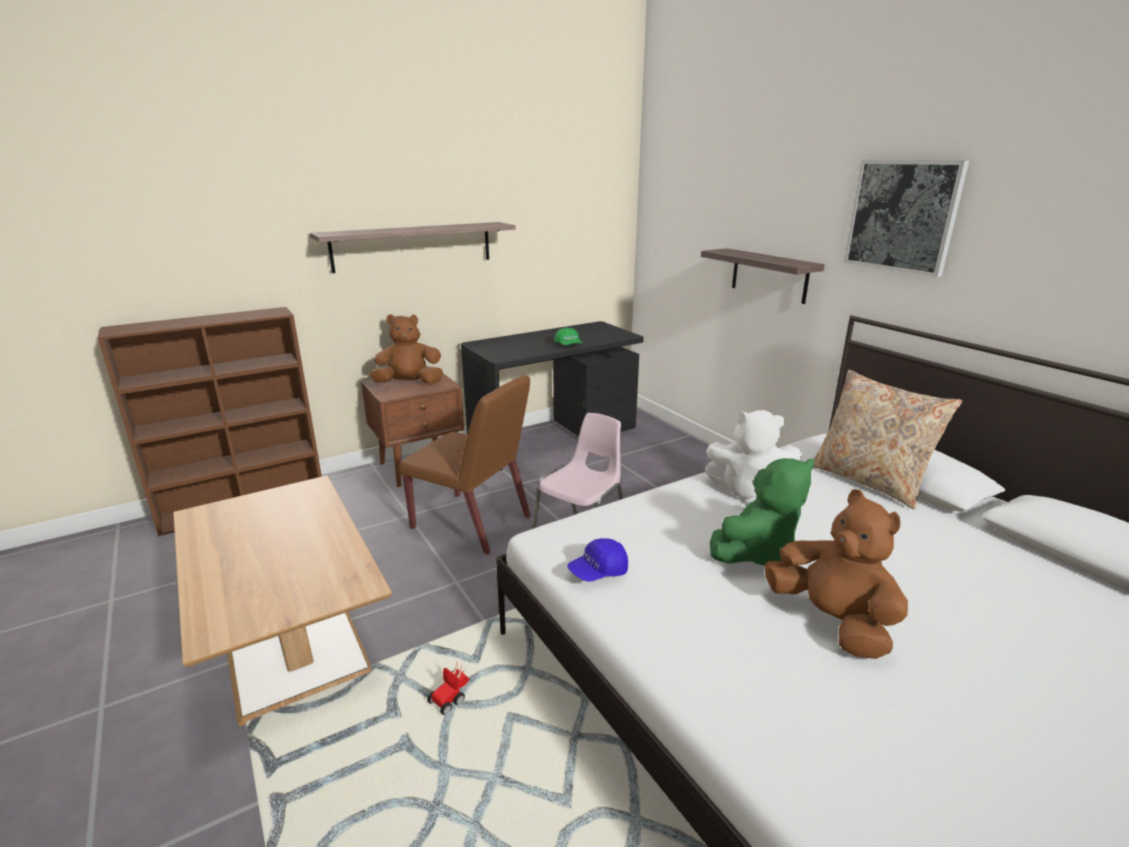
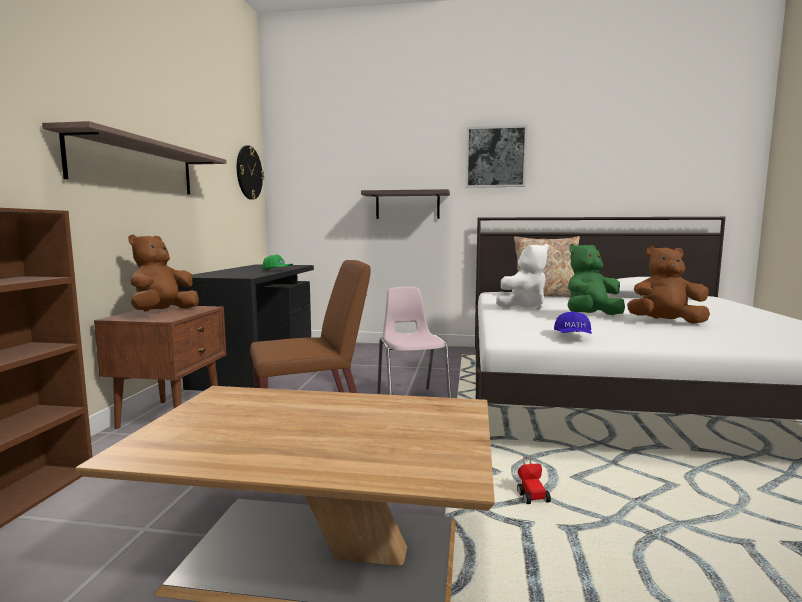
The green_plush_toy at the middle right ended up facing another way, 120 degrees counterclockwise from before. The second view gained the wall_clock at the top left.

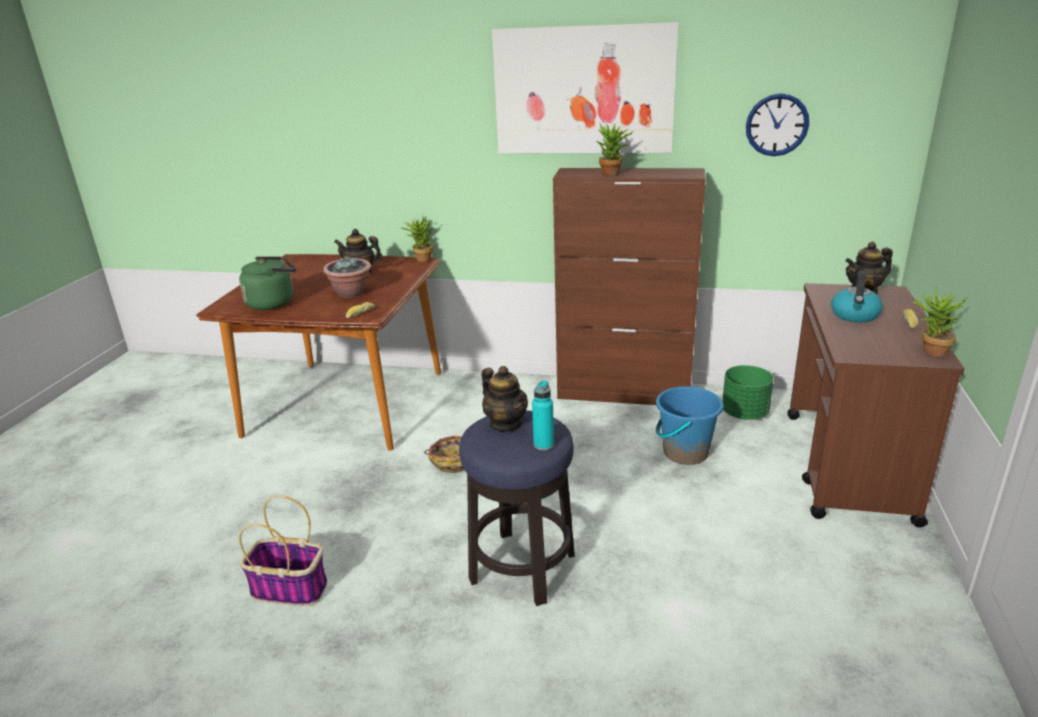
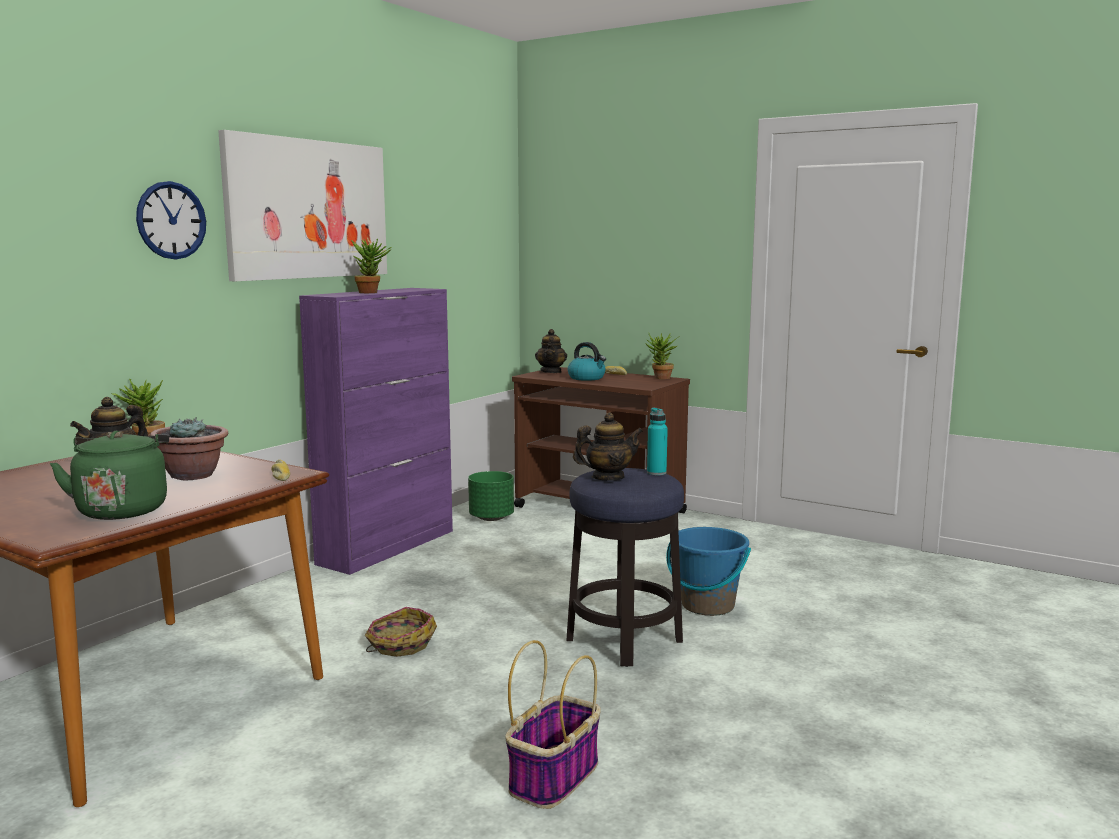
The wall_clock ended up elsewhere, having gone from the top right to the top left. What was the brown_cabinet at the centre turned into the purple_cabinet at the centre. The blue_bucket ended up elsewhere, having gone from the centre to the bottom centre.

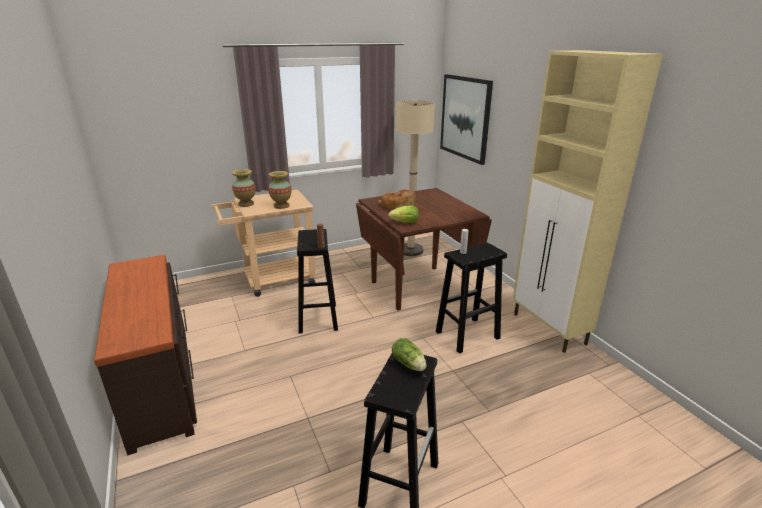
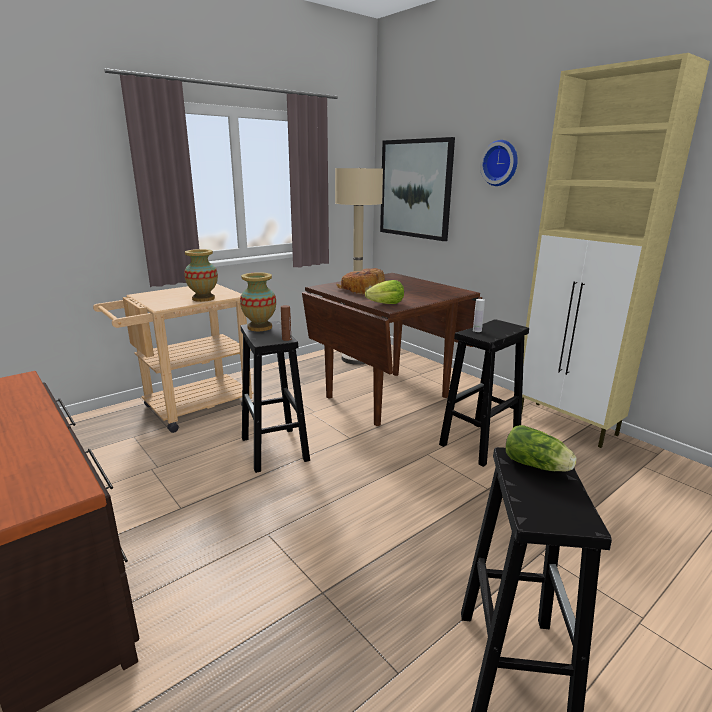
The vase (1st from left in the first image) ended up elsewhere, having gone from the middle left to the centre. The second view gained the wall_clock at the top right.

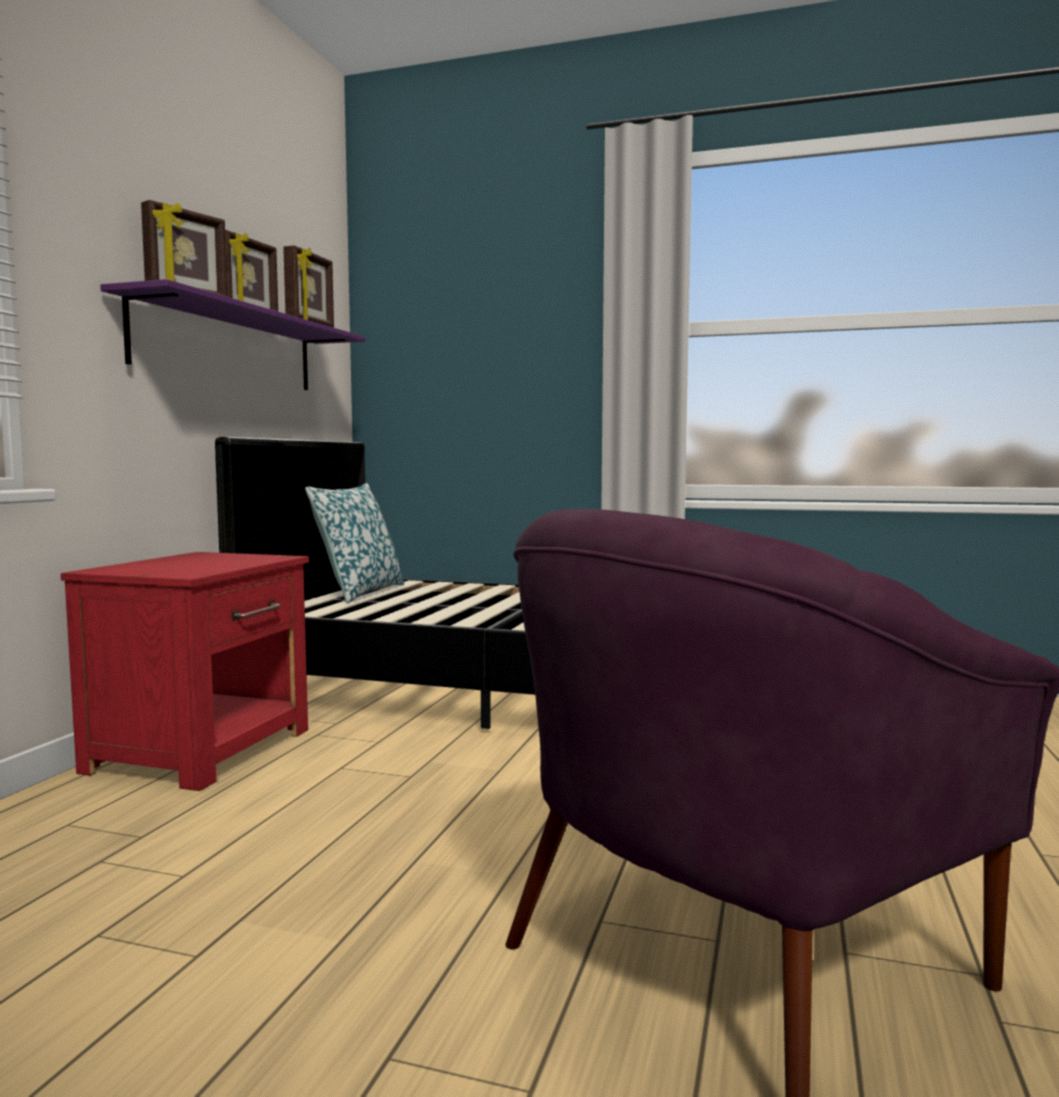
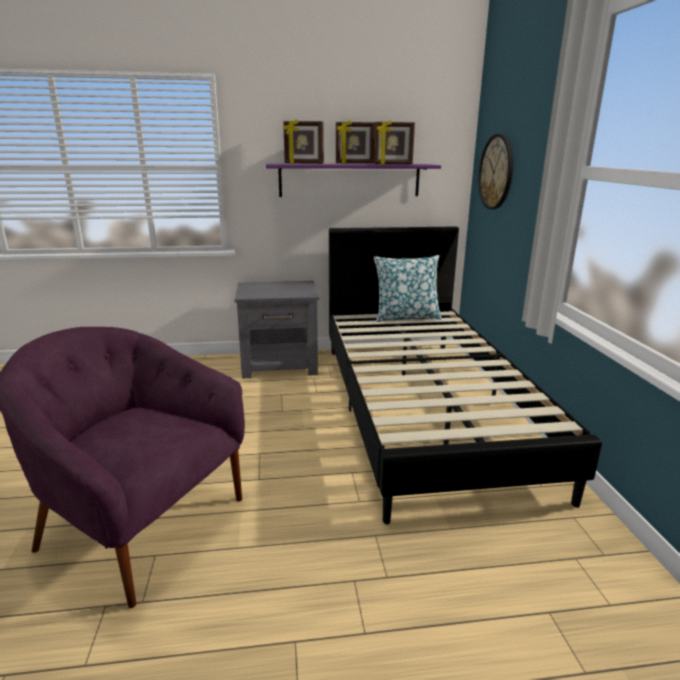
What was the red_nightstand at the middle left turned into the grey_nightstand at the centre. The second view gained the wall_clock at the top right.

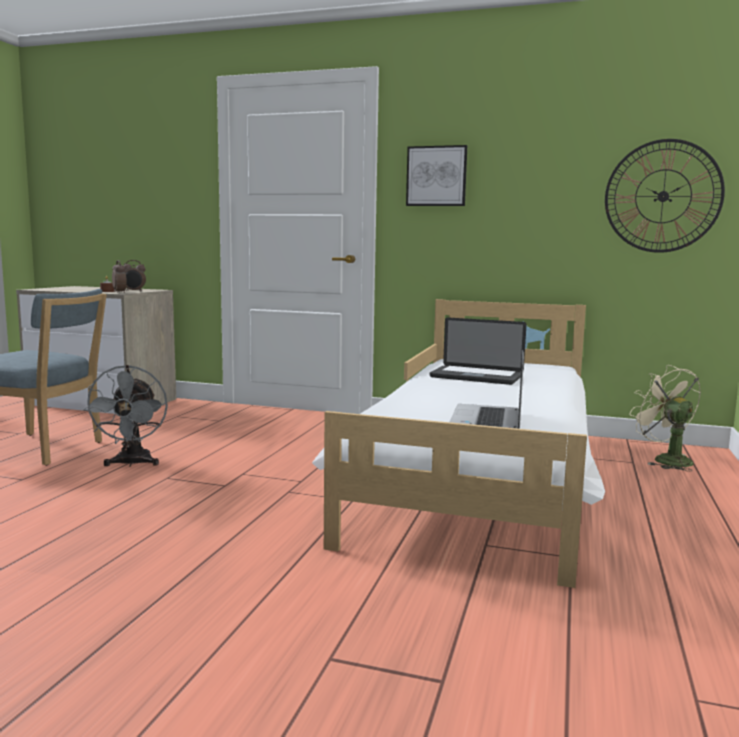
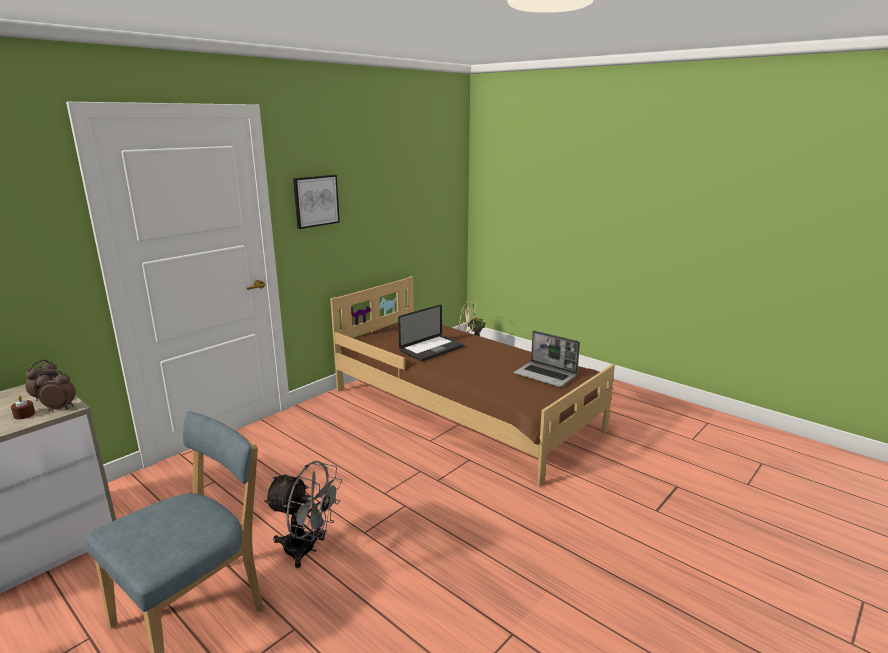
The second view lost the wall_clock at the top right. What was the white_bed at the centre turned into the brown_bed at the centre.

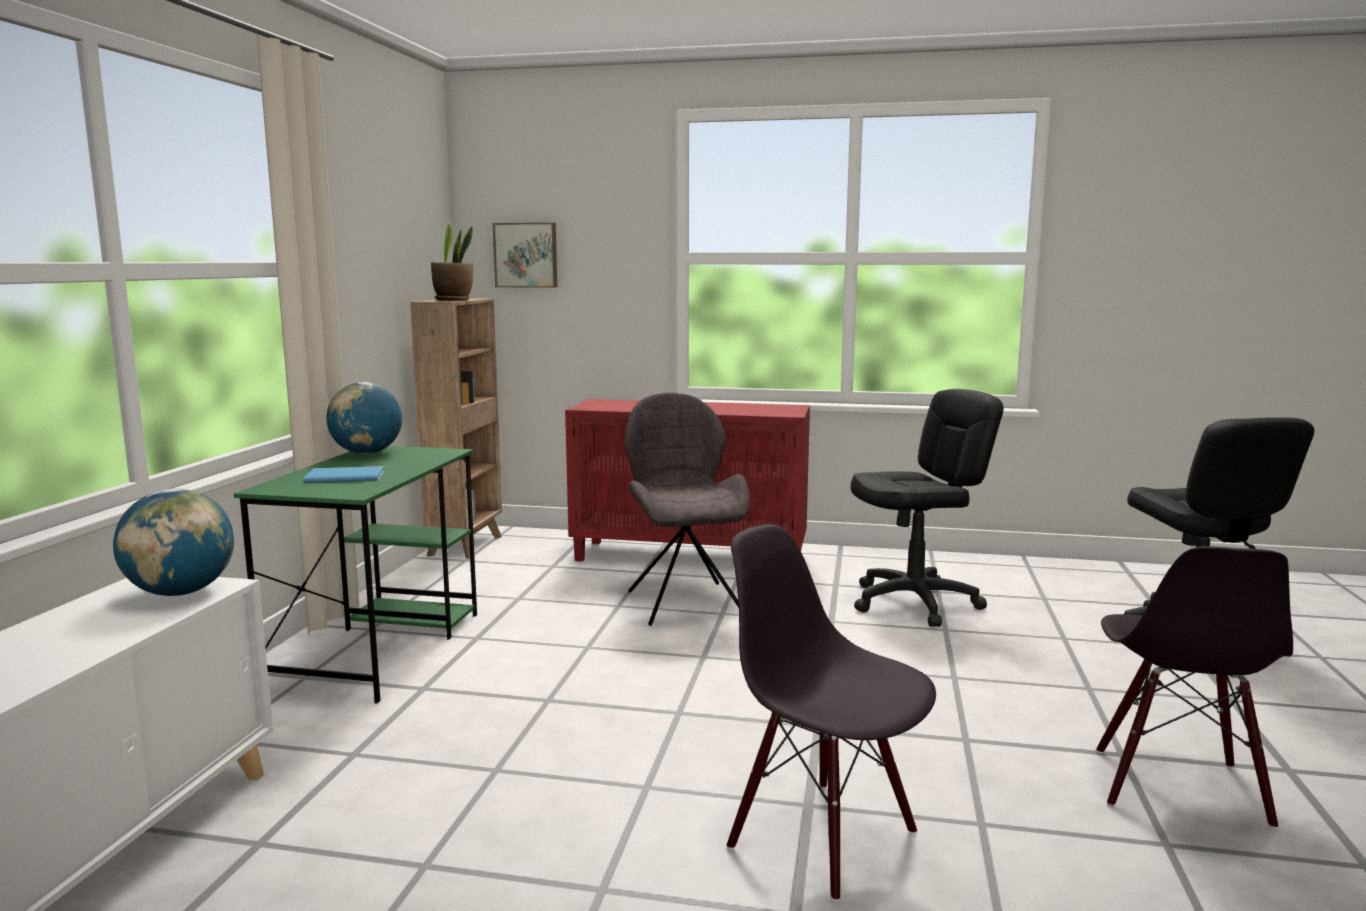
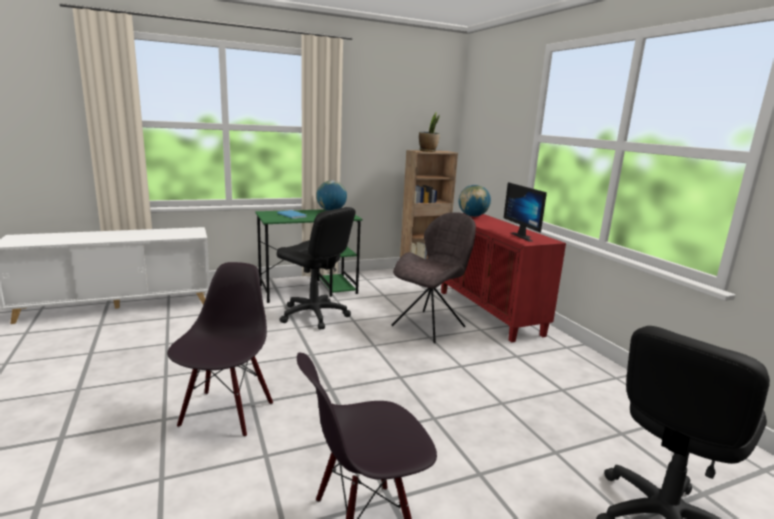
The second view lost the picture at the top centre. The black_office_chair (1st from left) ended up elsewhere, having gone from the middle right to the centre. The globe (1st from left in the first image) ended up elsewhere, having gone from the middle left to the centre. The second view gained the monitor at the middle right.

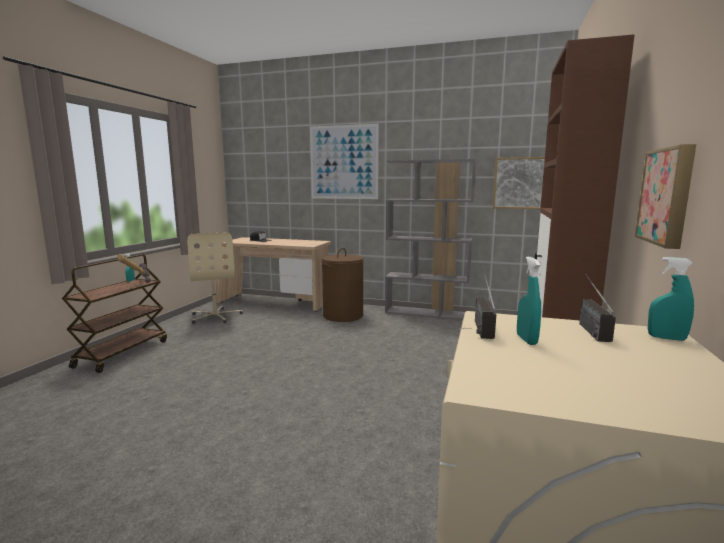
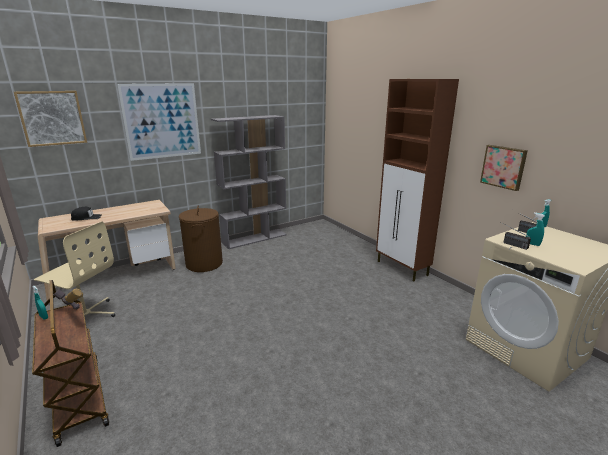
The picture (2nd from left in the first image) ended up elsewhere, having gone from the middle right to the top left.

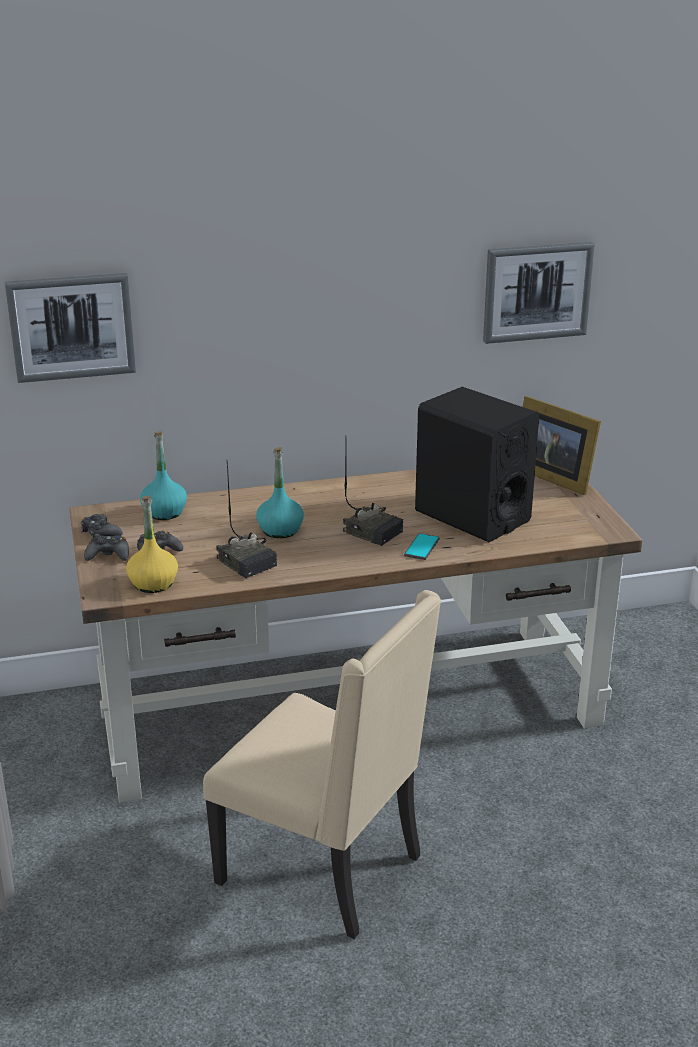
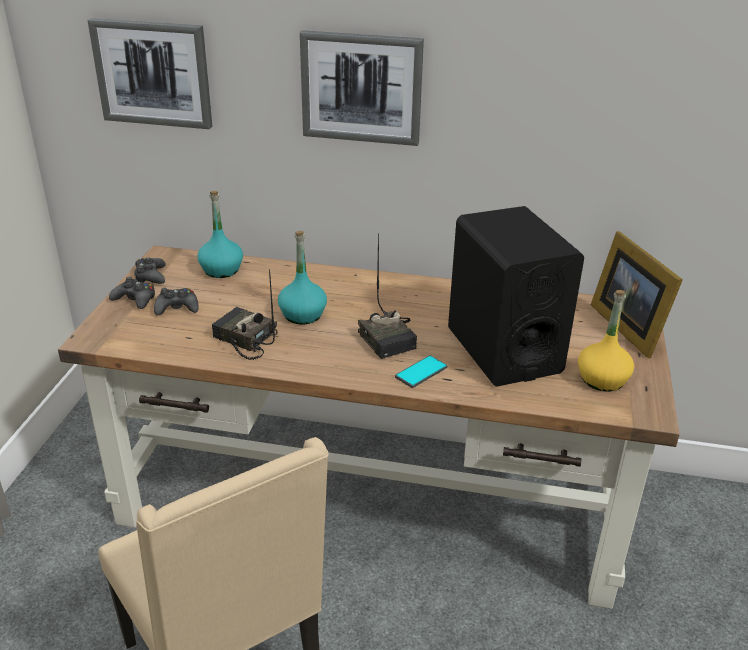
The picture (2nd from left) ended up elsewhere, having gone from the top right to the top centre. The radio (1st from left) at the centre ended up facing another way, 135 degrees clockwise from before. The yellow_bottle ended up elsewhere, having gone from the middle left to the middle right.

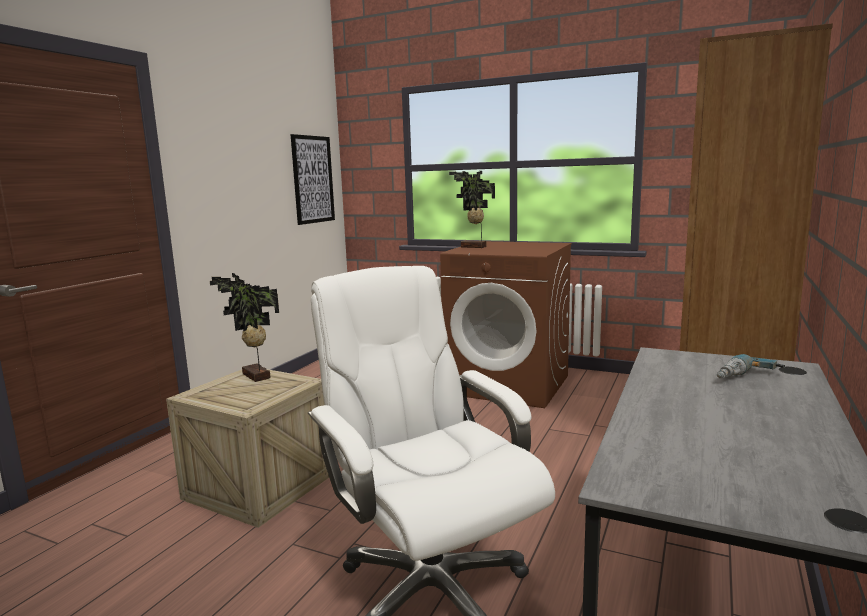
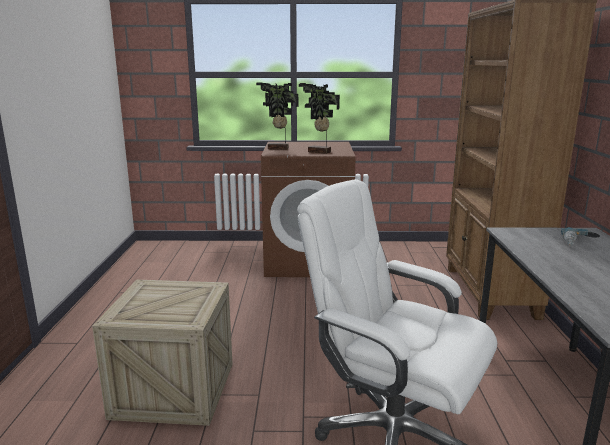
The second view lost the picture at the top centre. The potted_plant (1st from left in the first image) ended up elsewhere, having gone from the middle left to the top centre.

